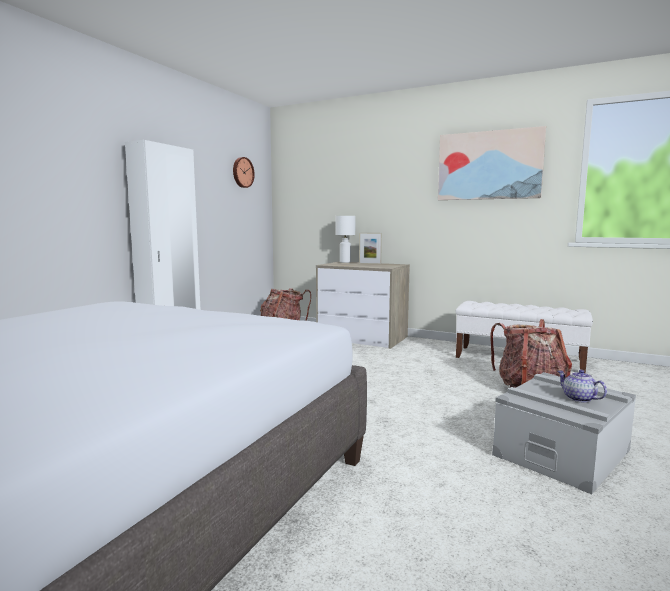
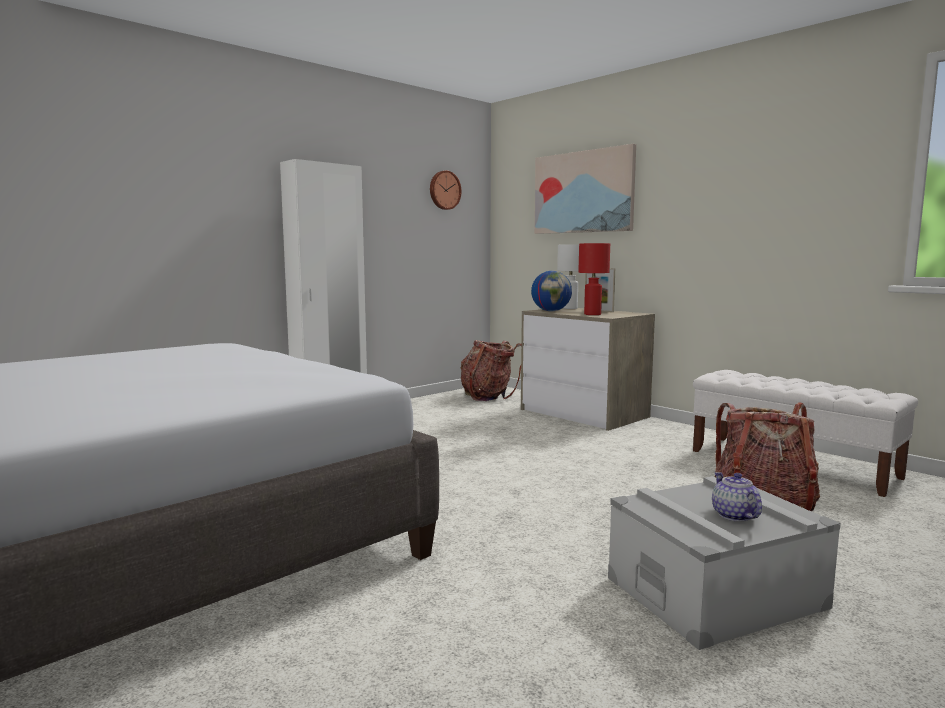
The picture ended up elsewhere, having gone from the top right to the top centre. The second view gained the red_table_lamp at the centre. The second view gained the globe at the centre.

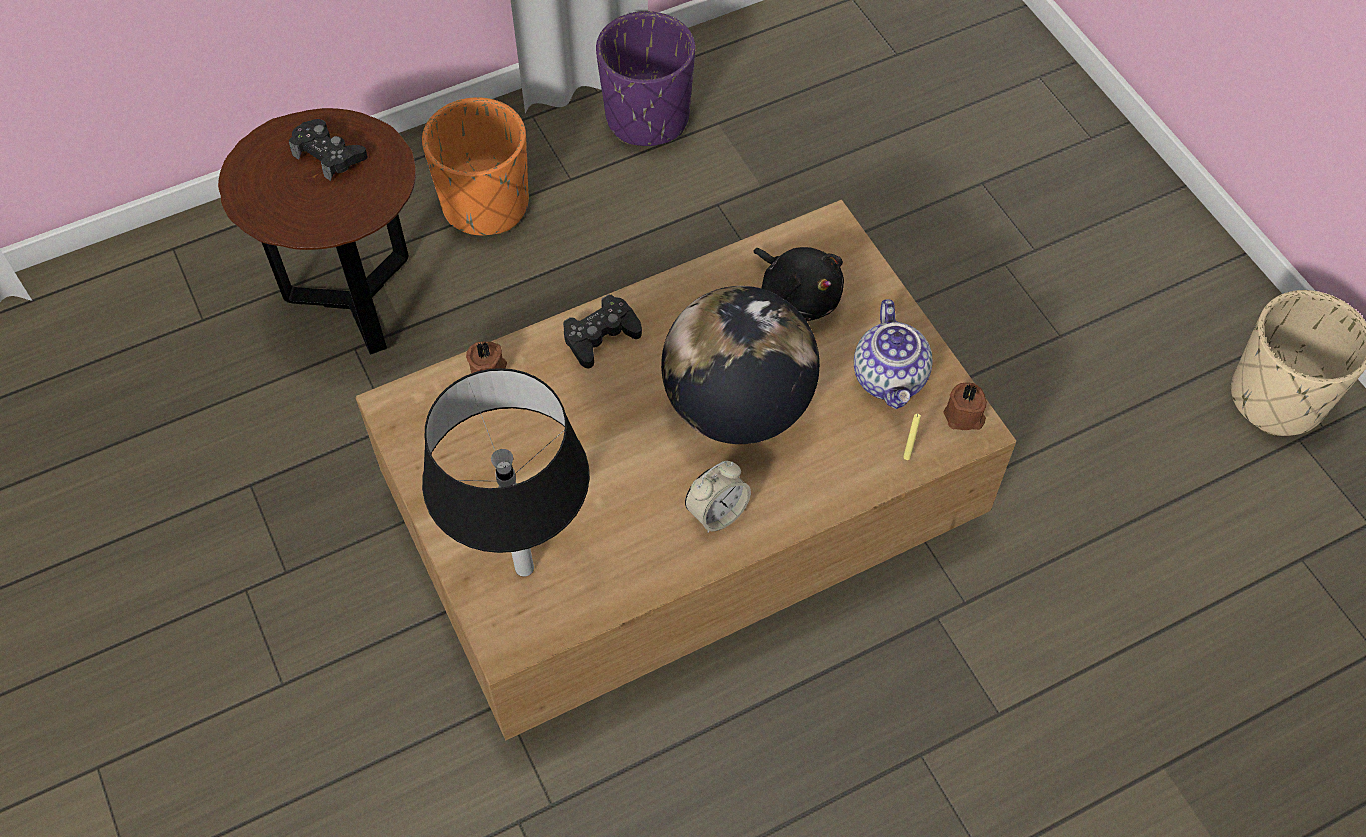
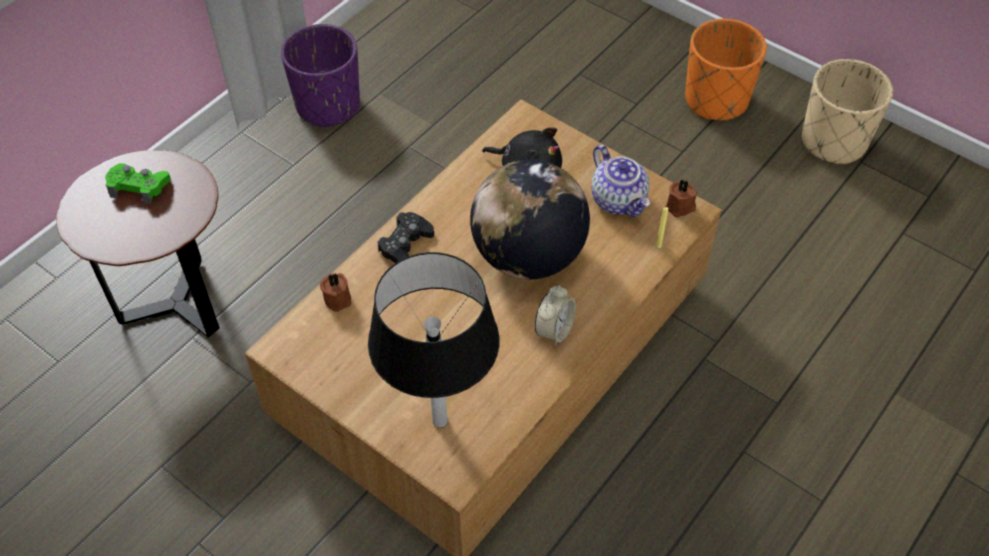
The orange_planter ended up elsewhere, having gone from the top centre to the top right. What was the black_game_controller (1st from left) at the top left turned into the green_game_controller at the top left.

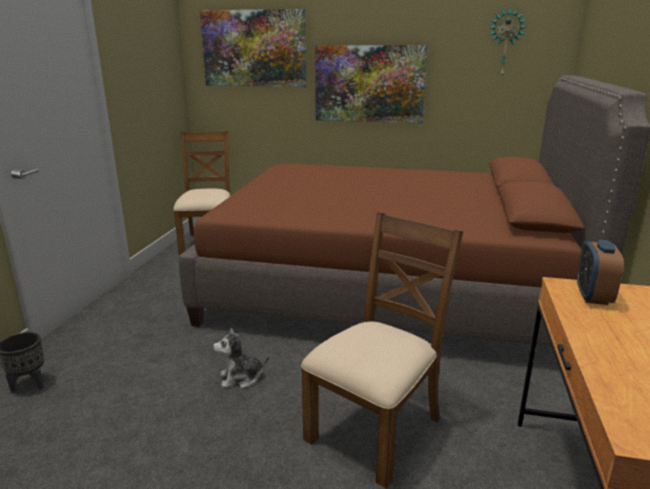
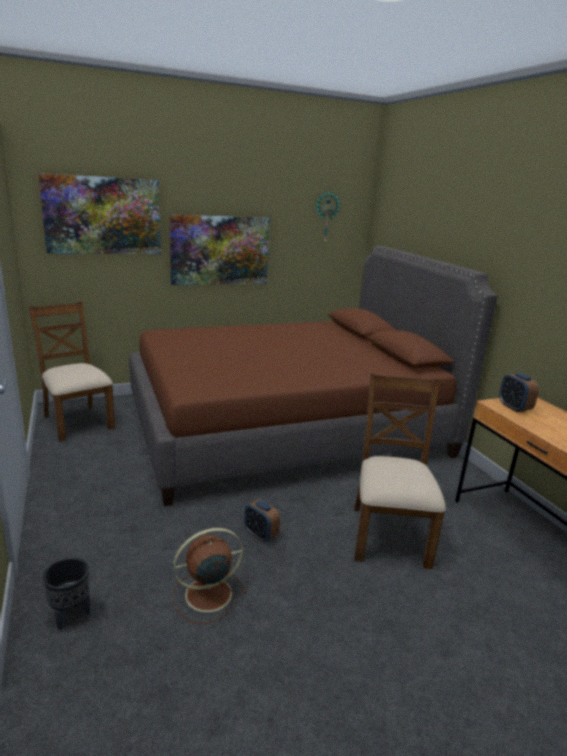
Where the plush_toy stood at the bottom centre, the alarm_clock (1st from left) came to stand at the bottom centre. The second view gained the brown_fan at the bottom centre.

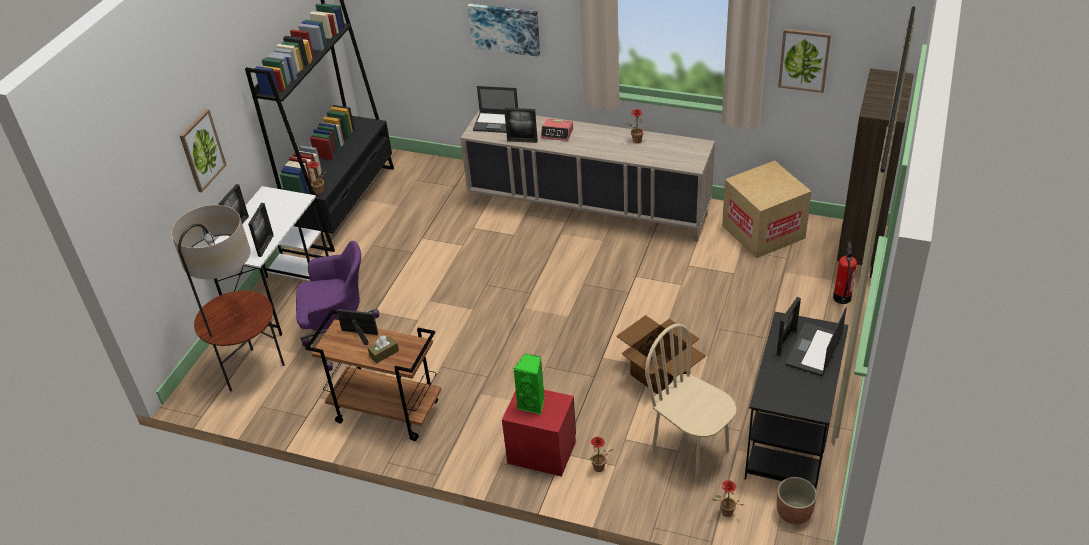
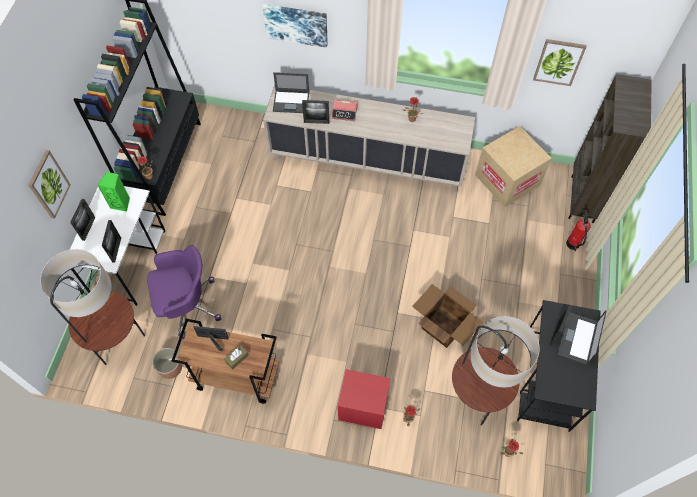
Where the beige_chair stood at the bottom centre, the floor_lamp (2nd from left) came to stand at the bottom right. The green_speaker ended up elsewhere, having gone from the bottom centre to the middle left. The planter ended up elsewhere, having gone from the bottom right to the bottom left.

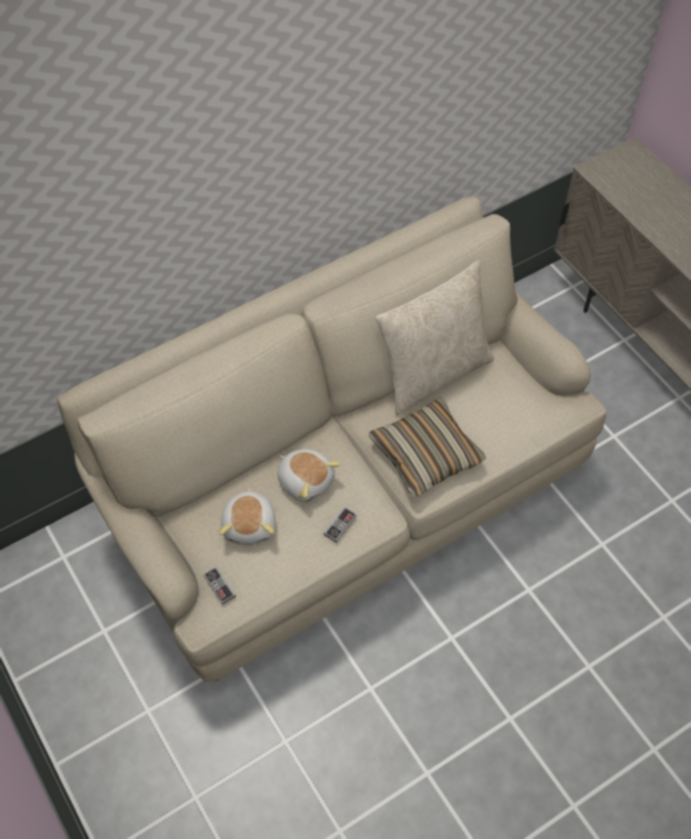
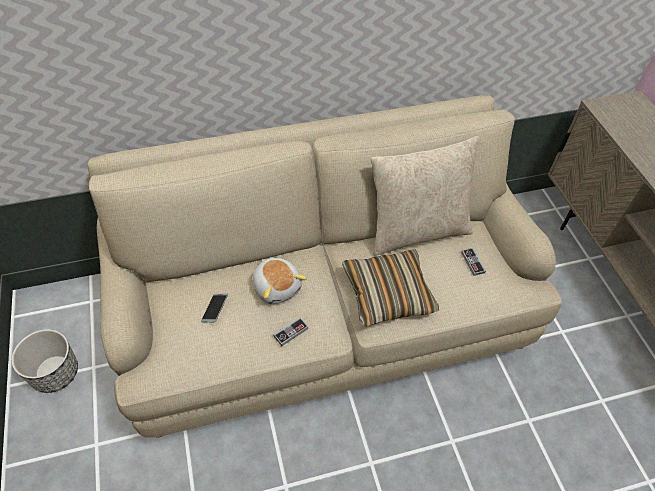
Where the plush_toy (1st from left) stood at the centre, the phone came to stand at the middle left. The game_controller (1st from left in the first image) ended up elsewhere, having gone from the bottom left to the middle right. The second view gained the planter at the bottom left.

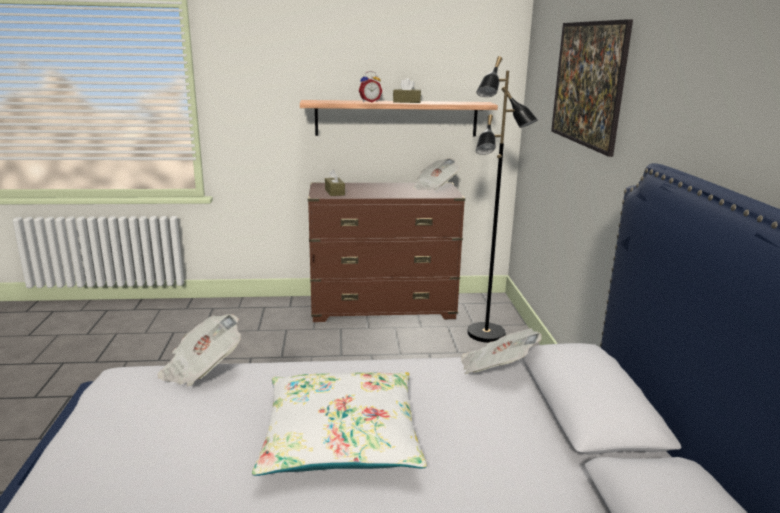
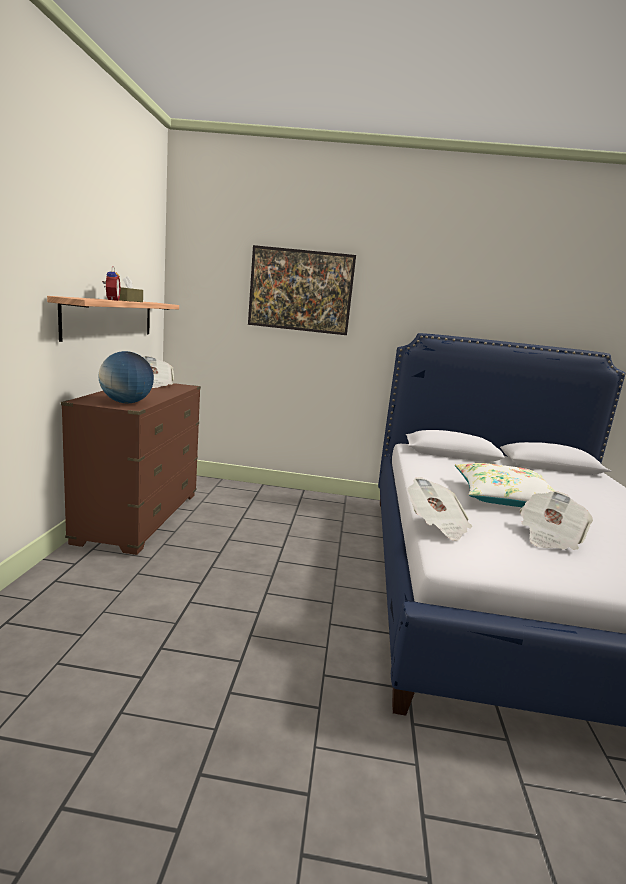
The second view lost the black_floor_lamp at the centre. Where the brown_tissue_box (1st from left) stood at the centre, the globe came to stand at the middle left. The newspaper (3rd from left) ended up elsewhere, having gone from the bottom centre to the middle right.

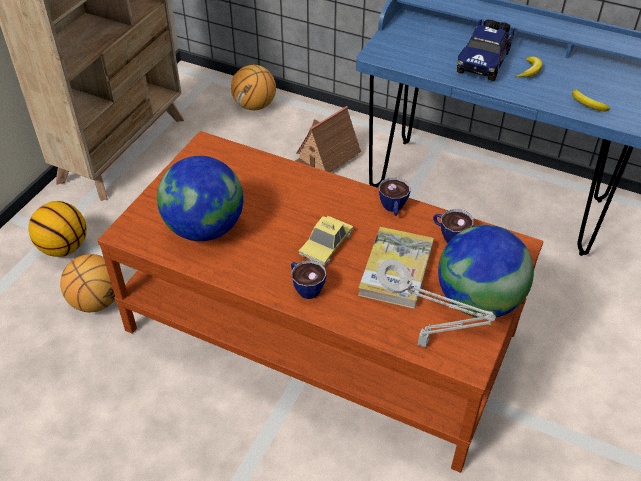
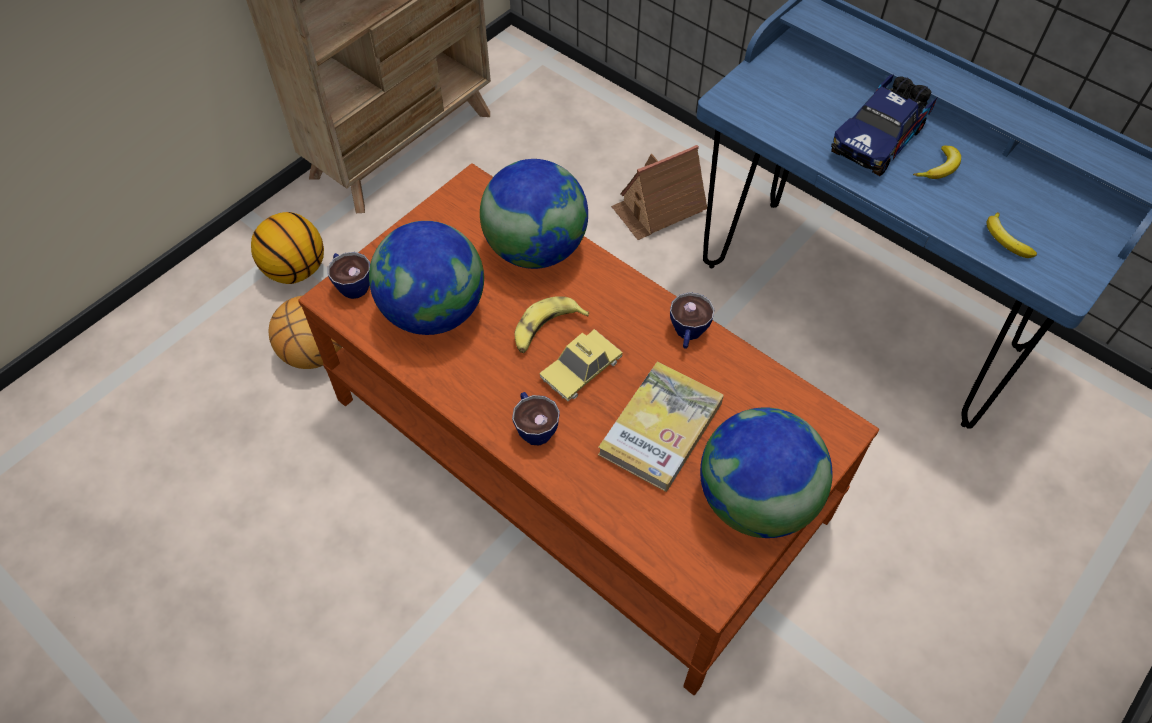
The second view lost the basketball (3rd from left) at the top centre. The cup (3rd from left in the first image) ended up elsewhere, having gone from the middle right to the middle left. The second view lost the grey_table_lamp at the middle right. The second view gained the globe (2nd from left) at the top centre. The second view gained the banana (1st from left) at the centre.

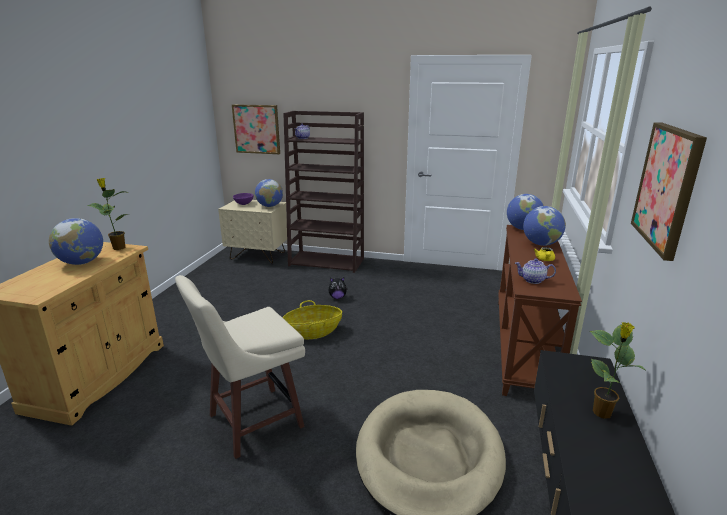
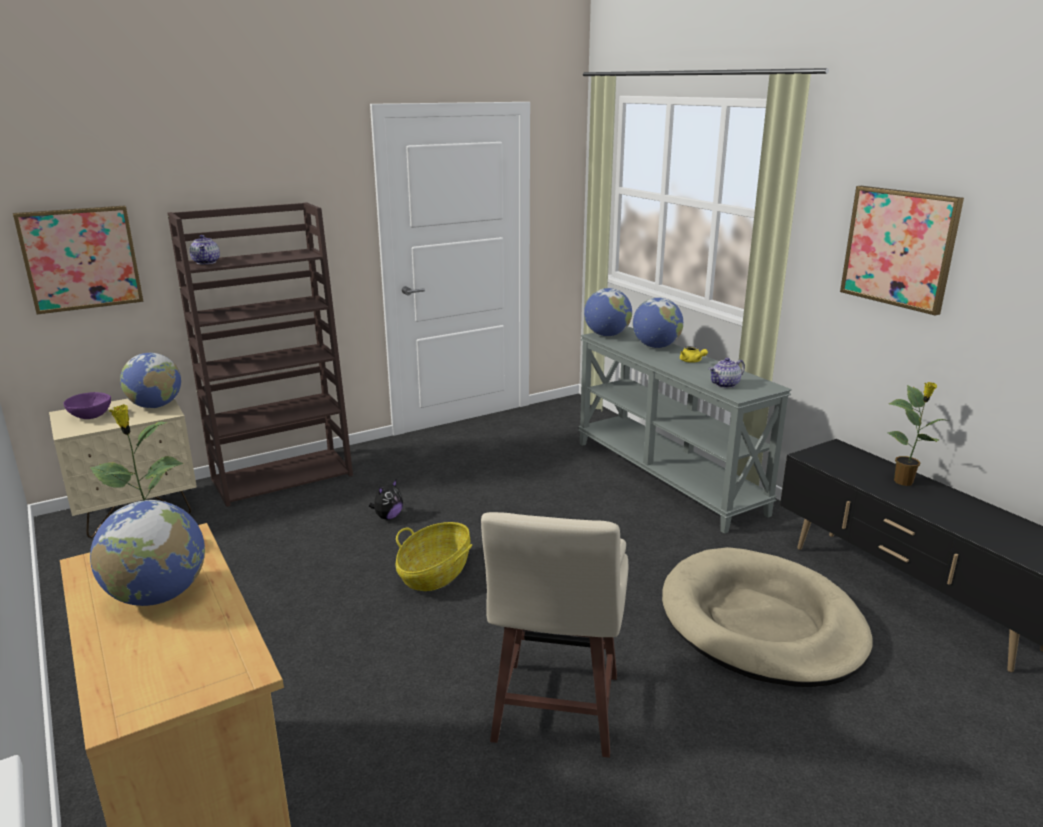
What was the brown_console_table at the middle right turned into the grey_console_table at the centre.

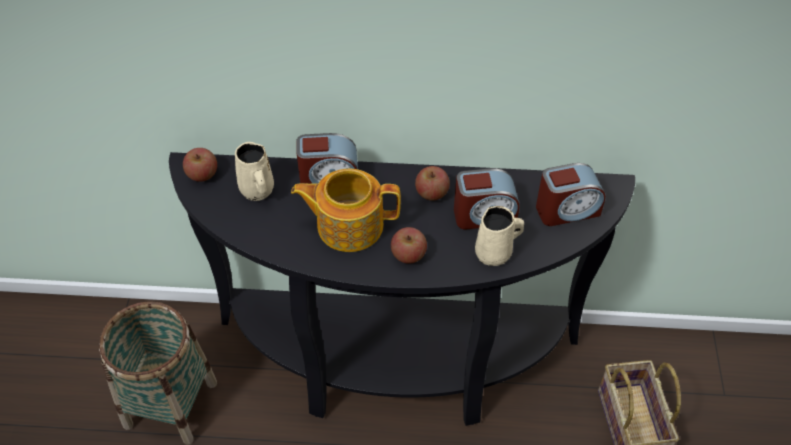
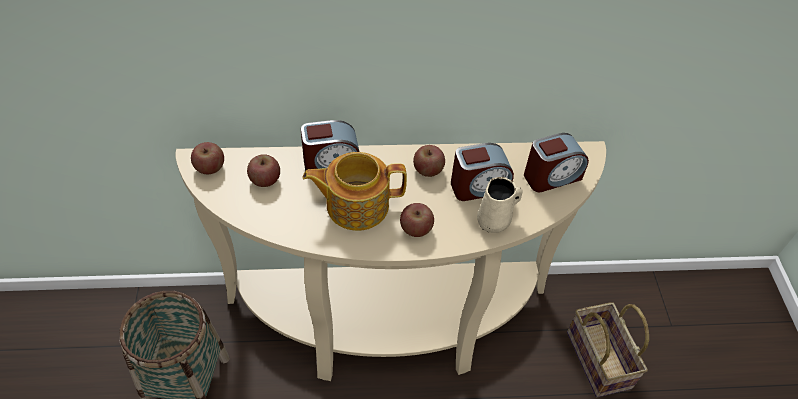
Where the beige_mug (1st from left) stood at the middle left, the apple (2nd from left) came to stand at the middle left. What was the black_console_table at the centre turned into the beige_console_table at the centre.

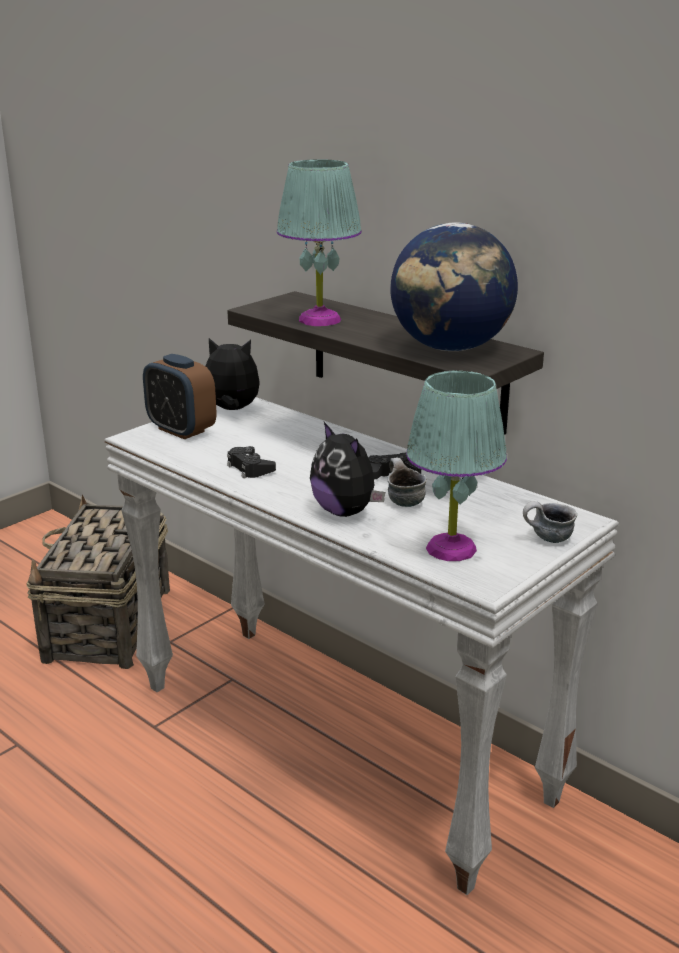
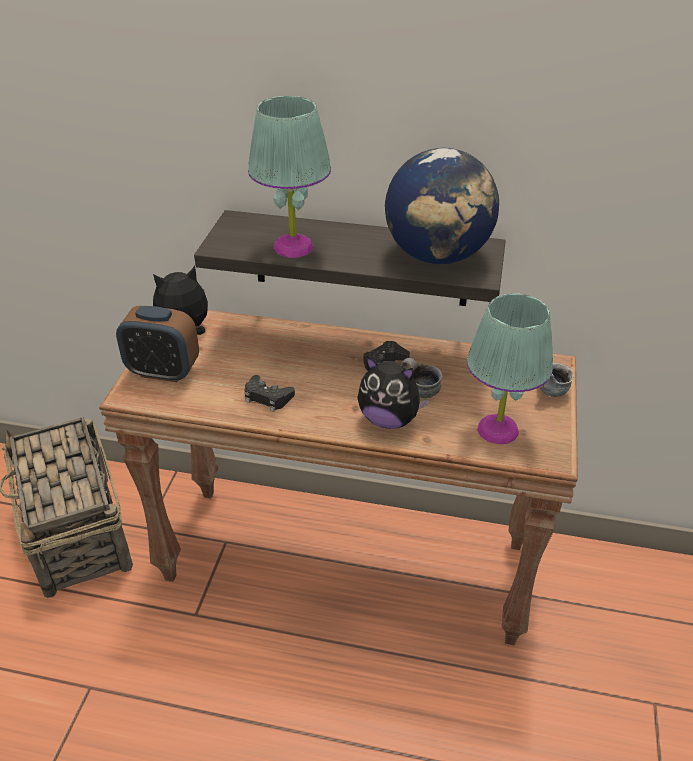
What was the white_console_table at the bottom centre turned into the brown_console_table at the centre.

